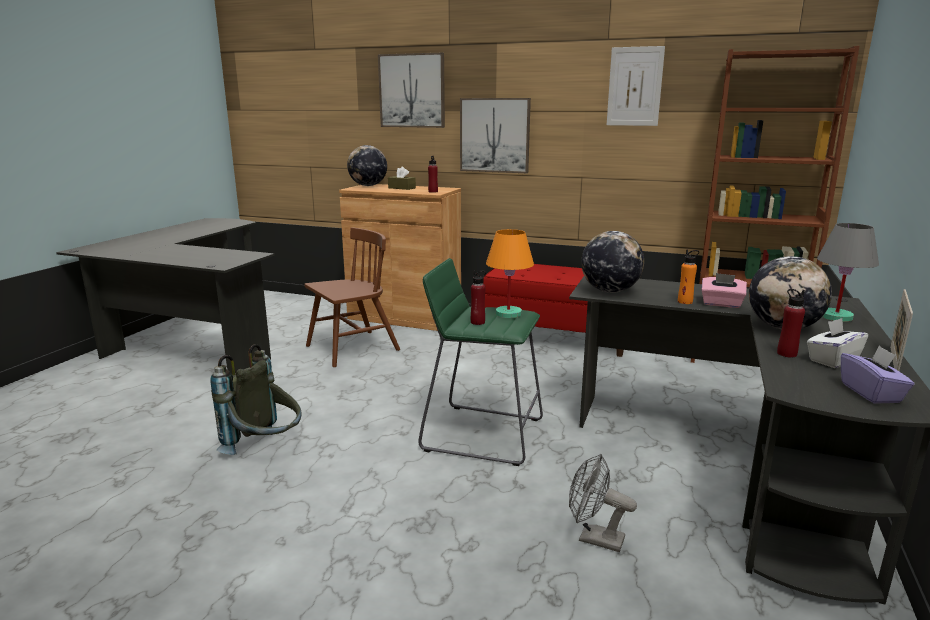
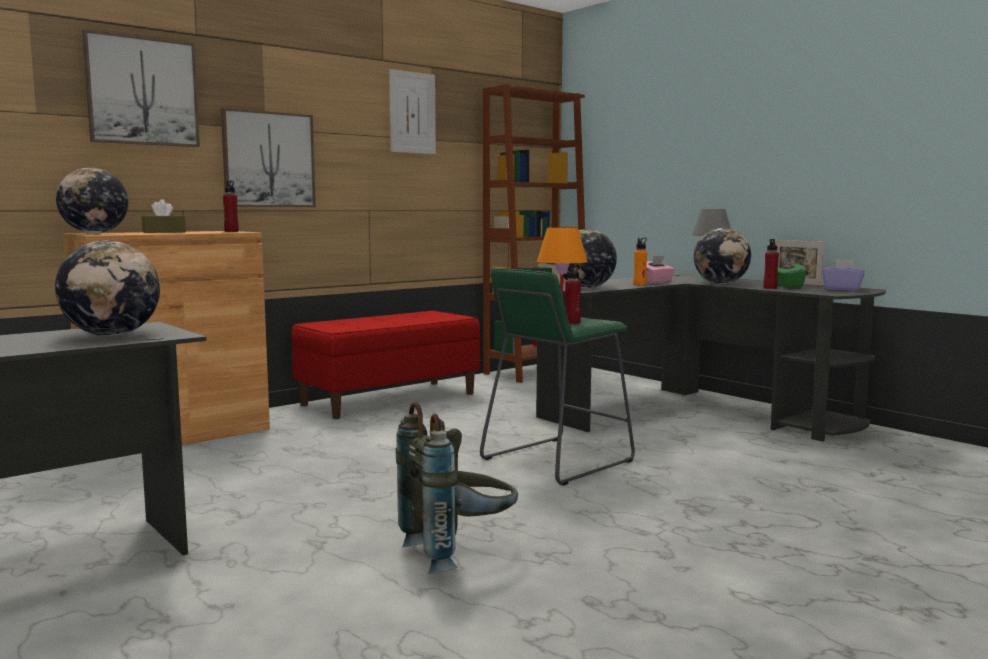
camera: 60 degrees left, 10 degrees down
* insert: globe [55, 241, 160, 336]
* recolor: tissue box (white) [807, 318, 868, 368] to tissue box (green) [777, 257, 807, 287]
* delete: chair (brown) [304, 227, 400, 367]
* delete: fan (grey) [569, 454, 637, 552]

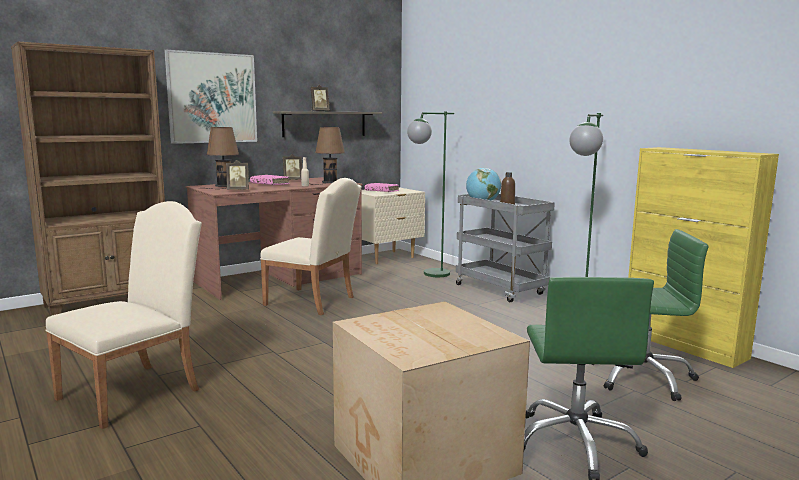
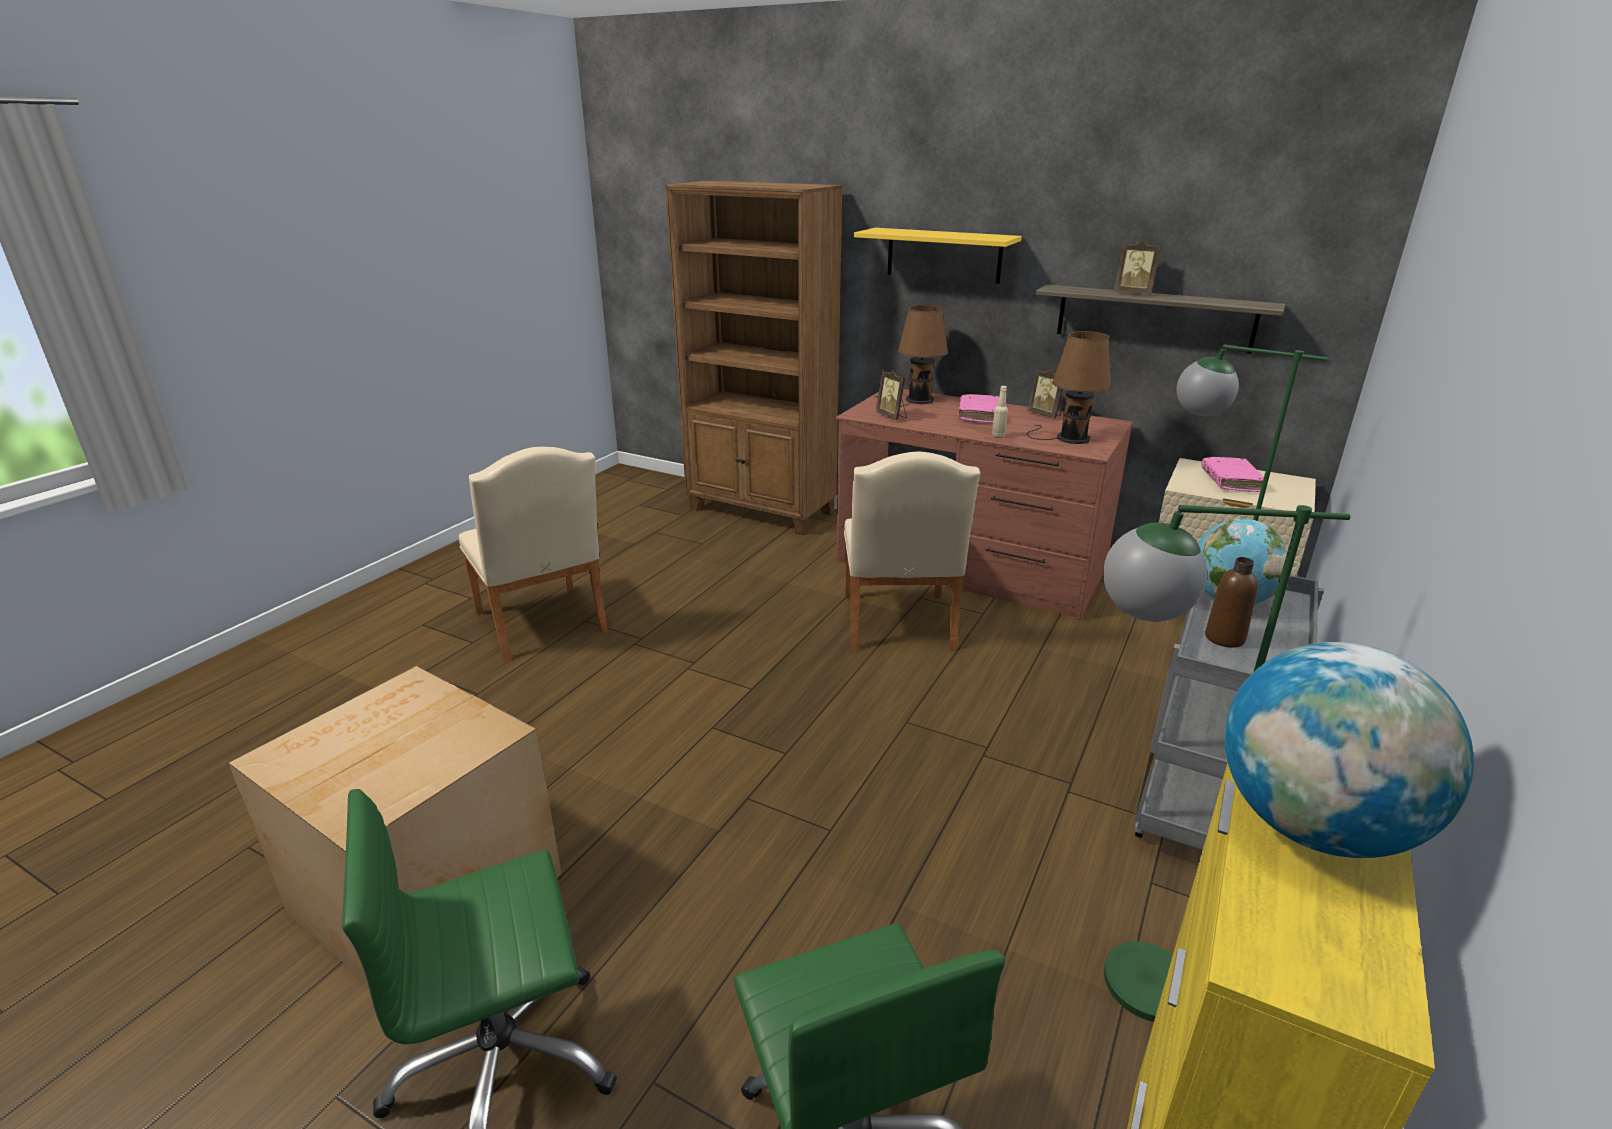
camera: 65 degrees right, 15 degrees up
* rotate: chair (beige) [45, 201, 202, 429] = [459, 447, 608, 662] 45 degrees clockwise
* replace: picture [164, 50, 257, 144] to shelf (yellow) [854, 228, 1022, 284]
* insert: globe [1225, 642, 1474, 858]

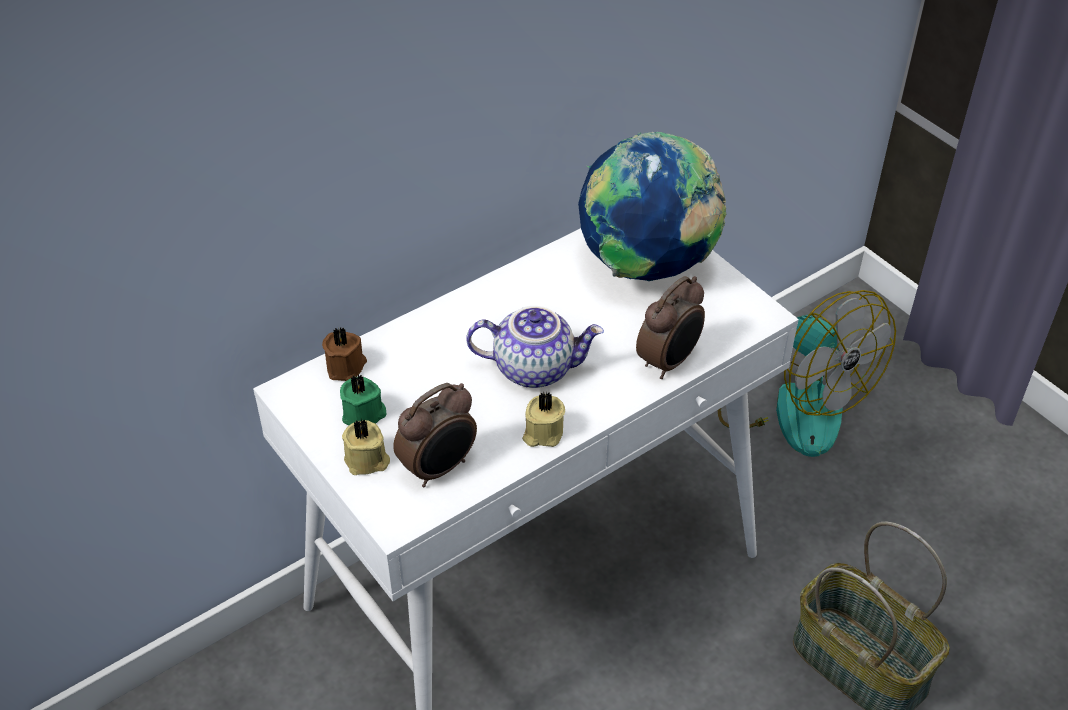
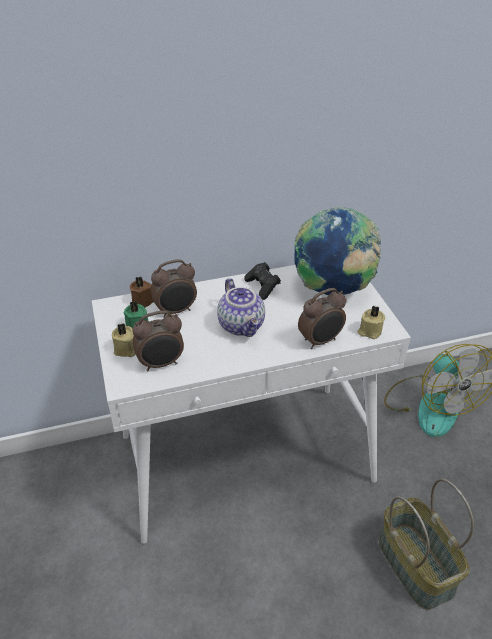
camera: 20 degrees right, 5 degrees down
* insert: alarm clock [150, 260, 197, 317]
* rotate: teapot [466, 306, 604, 388] = [217, 278, 265, 337] 45 degrees clockwise
* insert: game controller (black) [244, 262, 281, 300]
* move: candle (beige) [522, 391, 565, 447] to [358, 306, 385, 339]

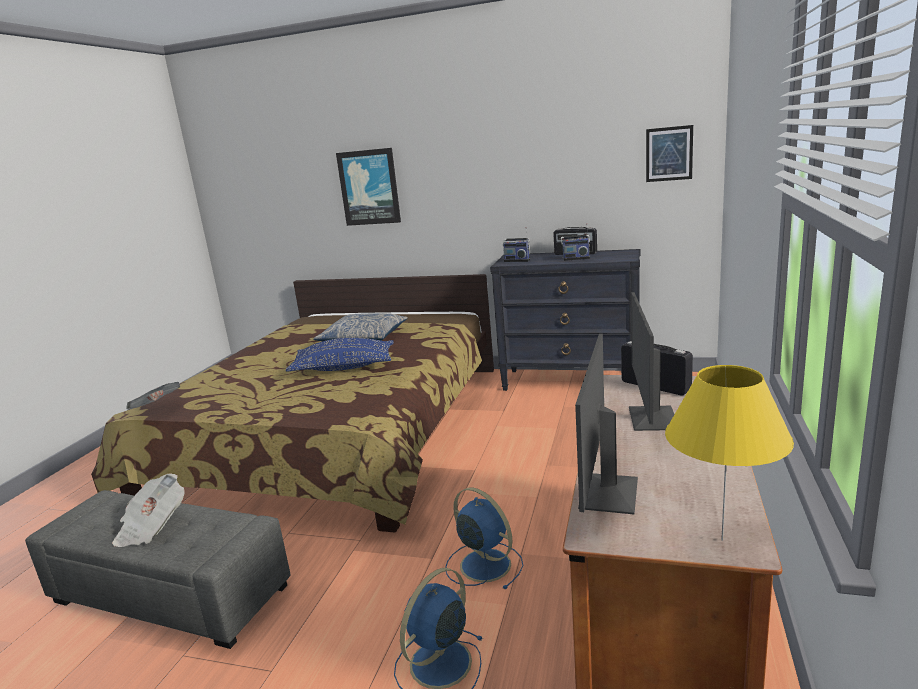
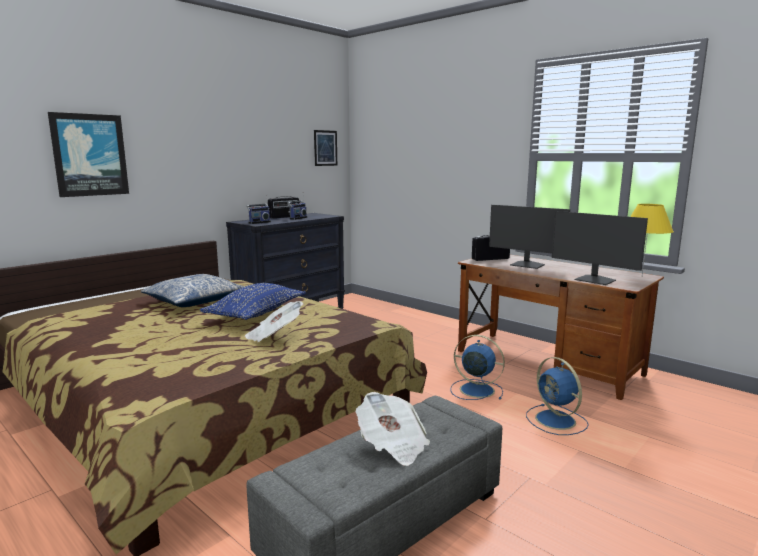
camera: 65 degrees left, 5 degrees down
* move: newspaper [126, 382, 180, 410] to [245, 301, 304, 342]
* rotate: fan (blue) [445, 487, 523, 589] = [451, 335, 505, 400] 45 degrees clockwise

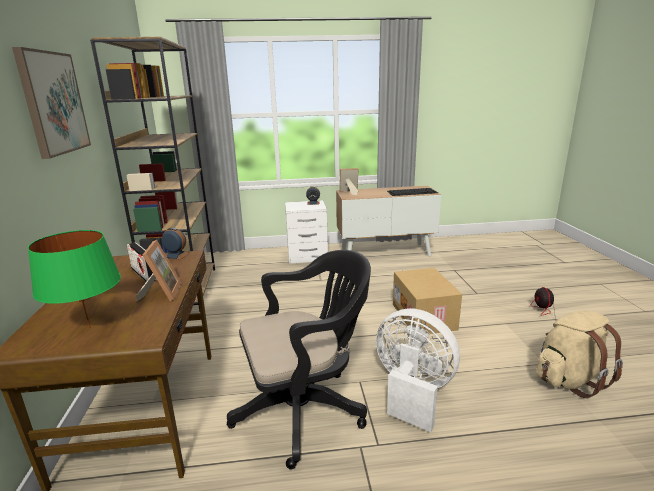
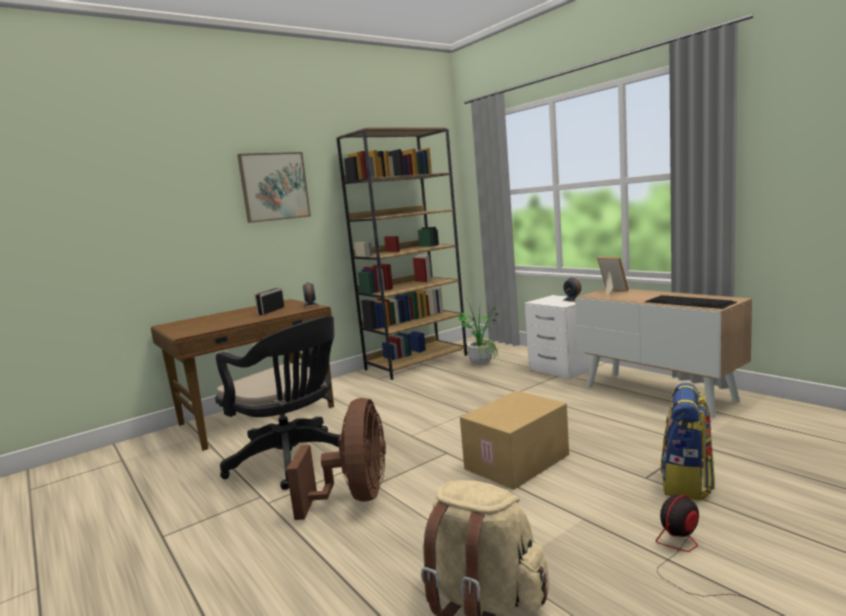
camera: 60 degrees right, 10 degrees down
* recolor: fan (white) [376, 308, 460, 432] to fan (brown) [286, 398, 386, 520]
* insert: potted plant [456, 299, 499, 365]
* insert: backpack [661, 383, 715, 500]
* delete: table lamp (green) [28, 230, 121, 329]
* delete: picture frame [136, 240, 181, 301]

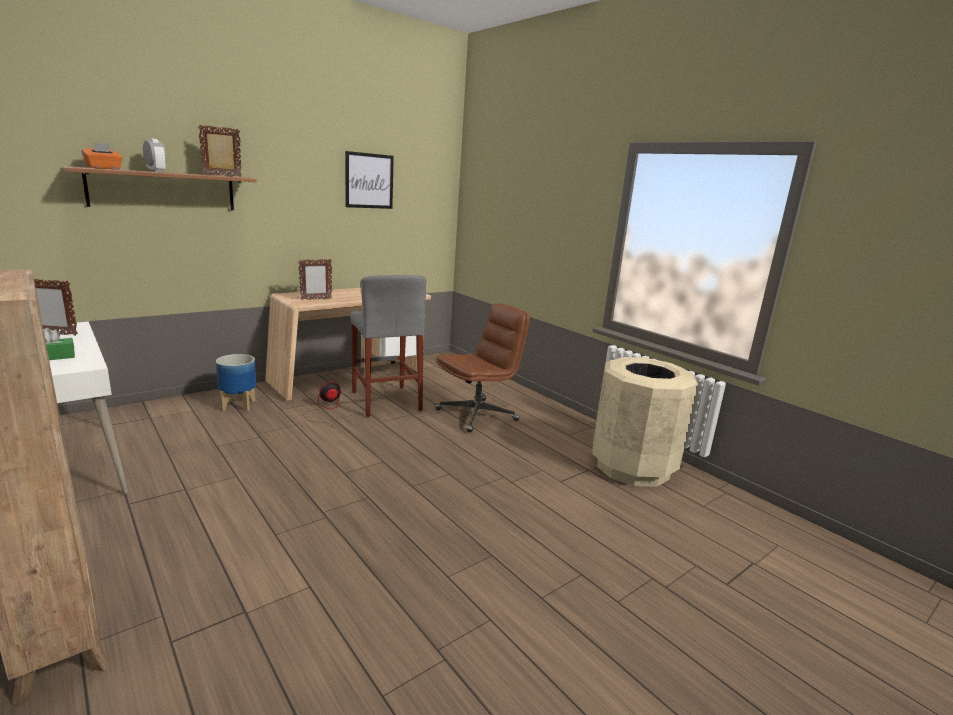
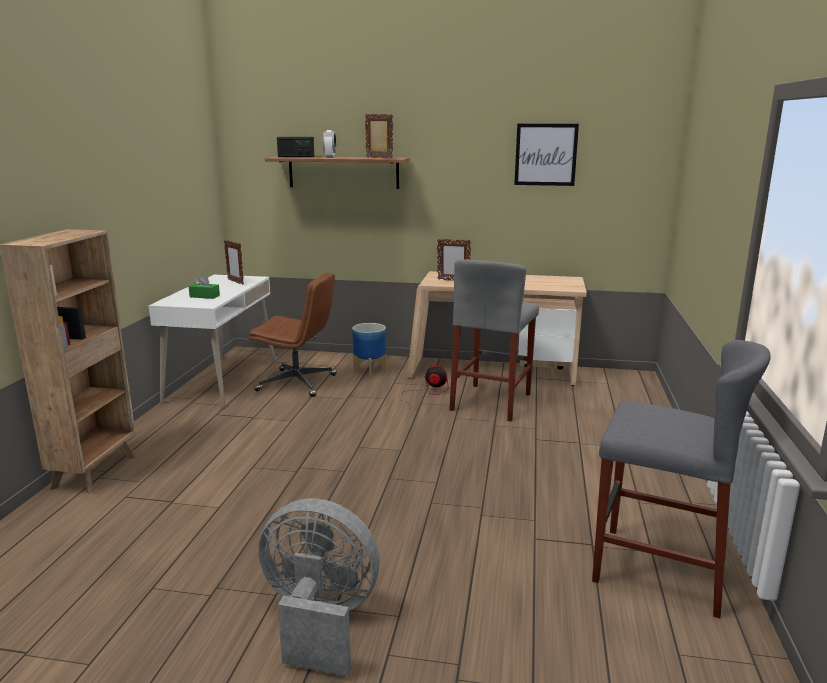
camera: 50 degrees right, 0 degrees up
* move: office chair (brown) [436, 303, 530, 432] to [249, 272, 336, 397]
* insert: fan (grey) [259, 498, 380, 676]
* replace: tissue box (orange) [81, 142, 122, 169] to radio [277, 137, 314, 157]
* replace: trash can (beige) [592, 357, 698, 487] to stool (grey) [592, 340, 771, 618]

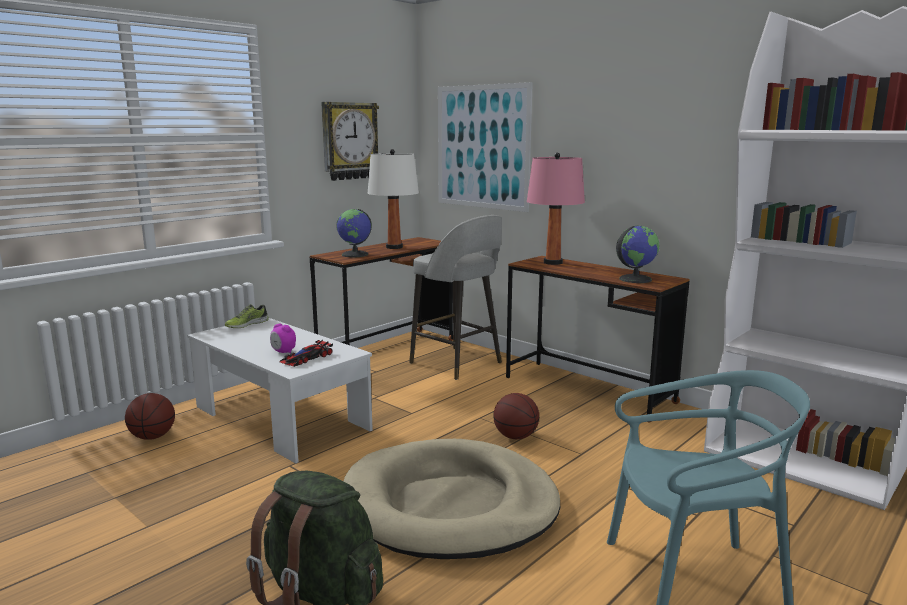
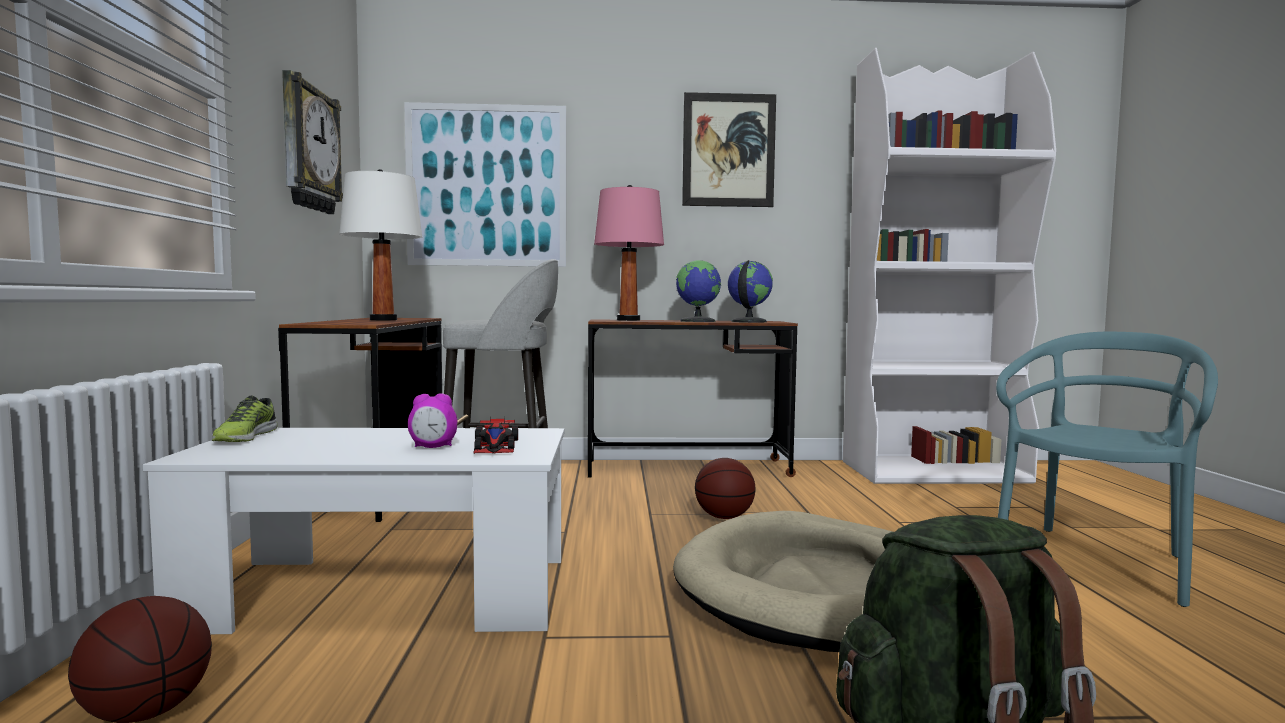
camera: 45 degrees left, 10 degrees down
* move: globe [336, 209, 372, 257] to [676, 260, 721, 322]
* insert: picture [682, 92, 776, 207]

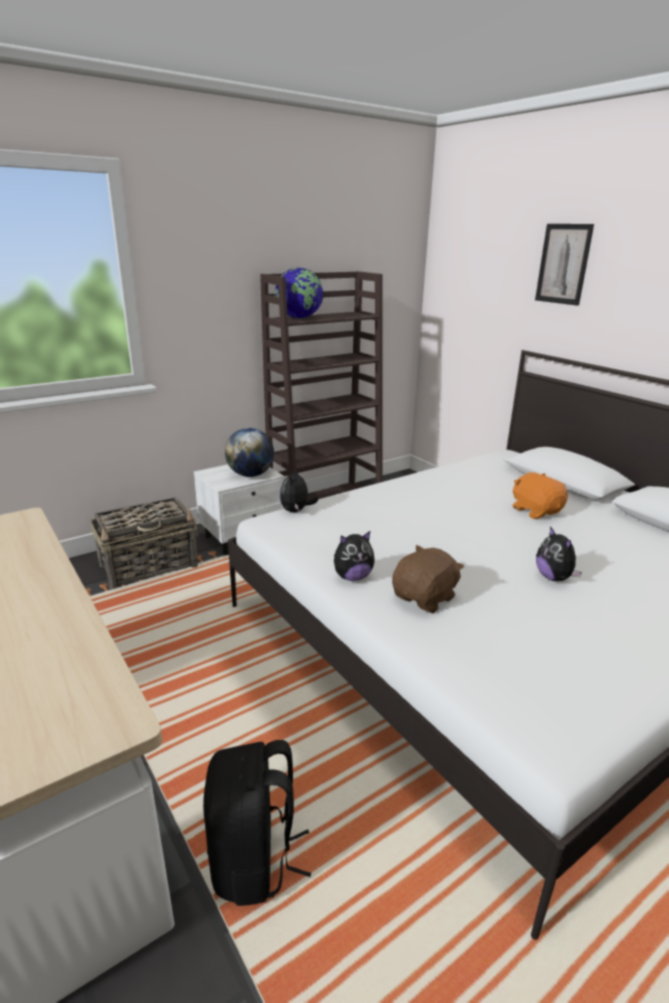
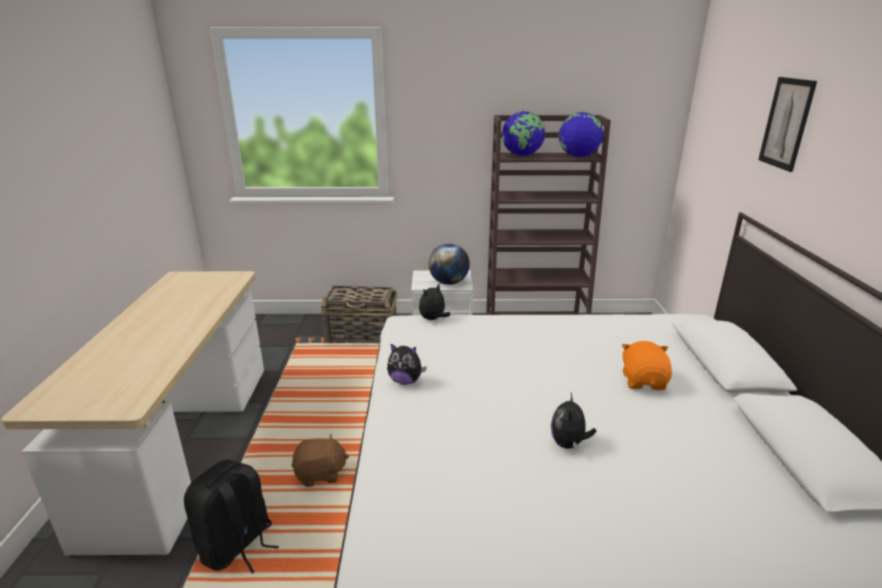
camera: 35 degrees right, 0 degrees up
* move: plush toy (brown) [392, 545, 464, 613] to [291, 433, 349, 487]
* insert: globe [558, 112, 603, 157]

